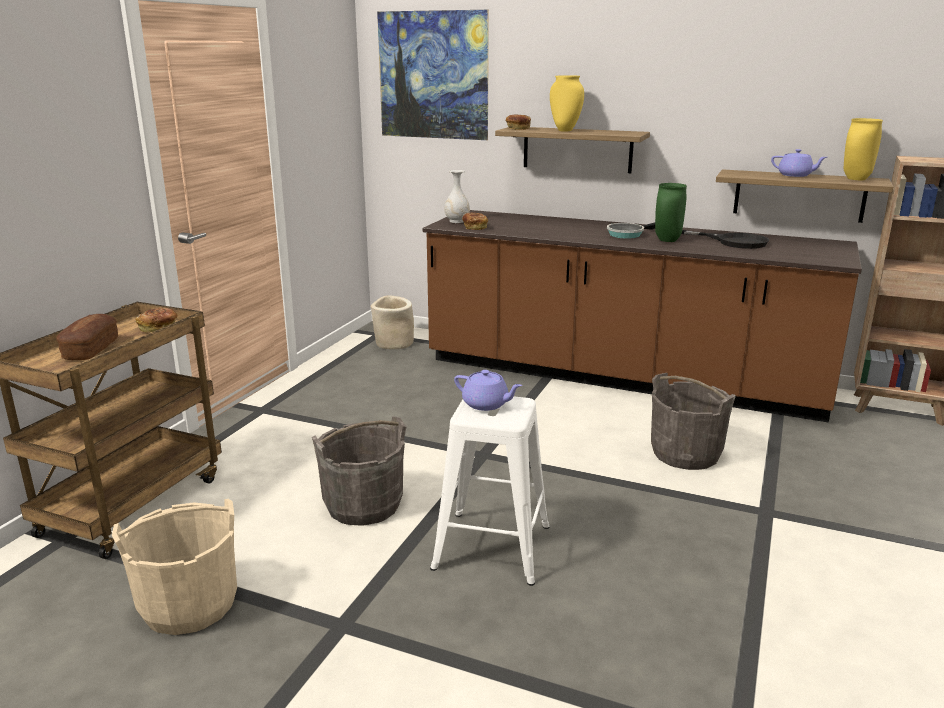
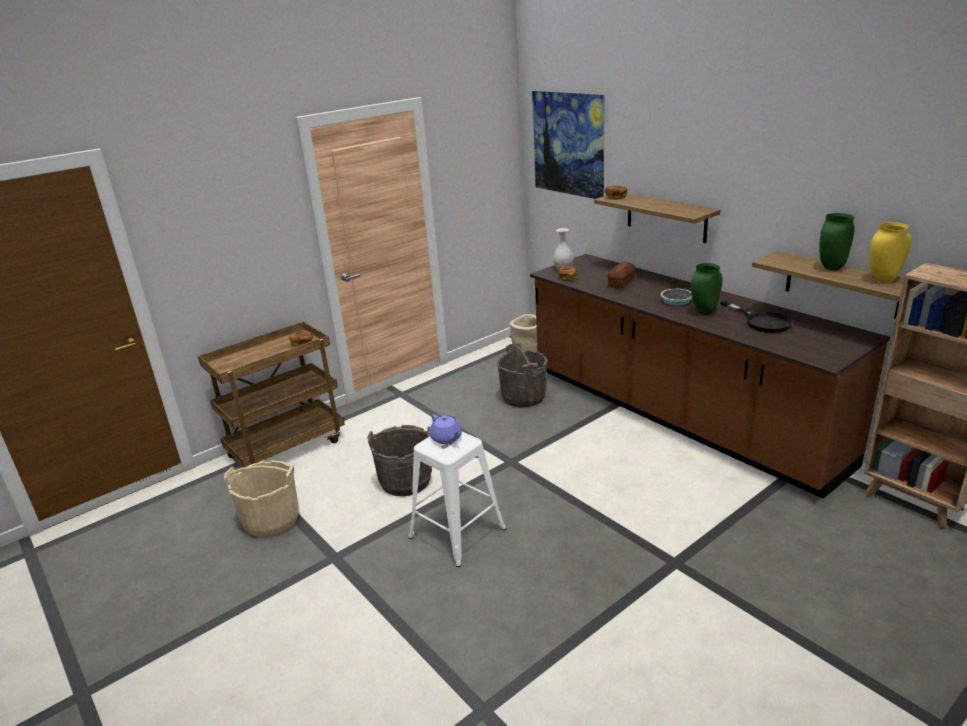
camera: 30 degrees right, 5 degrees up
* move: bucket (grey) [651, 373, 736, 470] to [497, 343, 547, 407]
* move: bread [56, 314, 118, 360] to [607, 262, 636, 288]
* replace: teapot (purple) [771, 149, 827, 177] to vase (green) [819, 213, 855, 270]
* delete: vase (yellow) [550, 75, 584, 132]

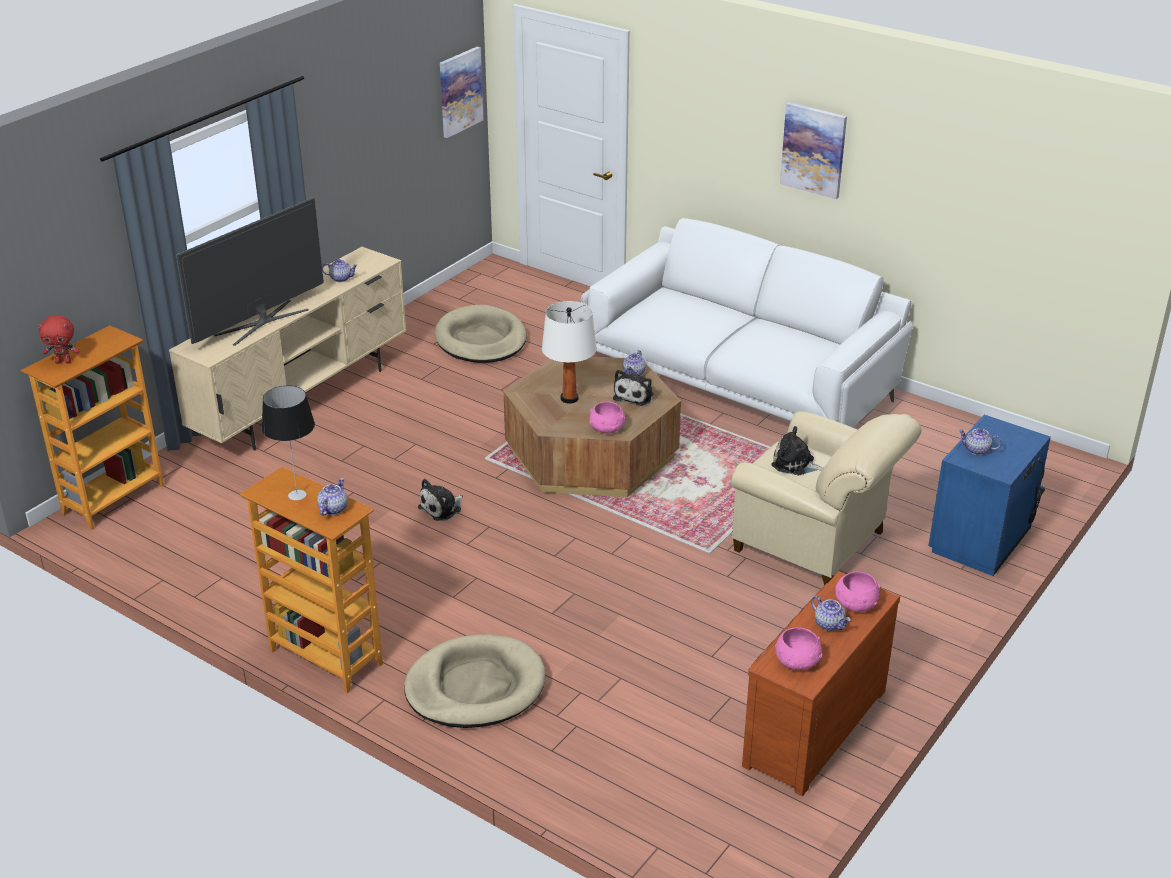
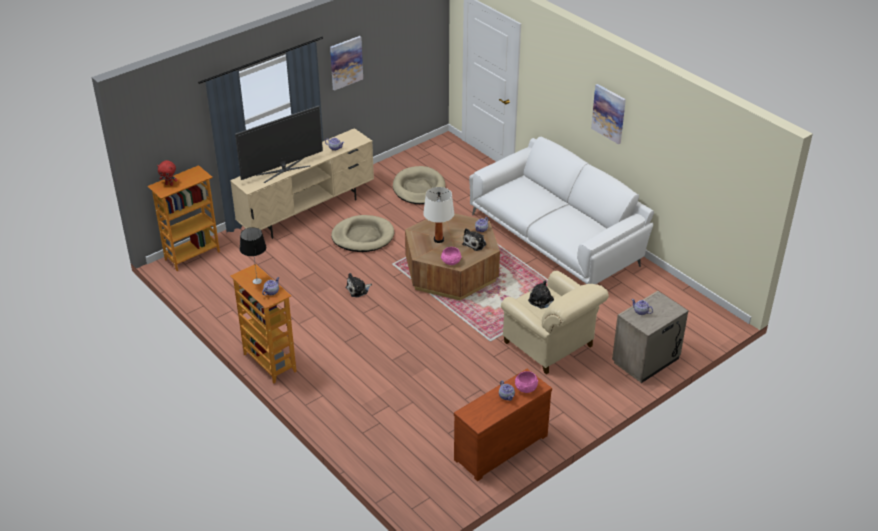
camera: 15 degrees right, 5 degrees up
* move: picture [440, 47, 483, 138] to [330, 36, 363, 91]
* move: dog bed (beige) [404, 634, 545, 728] to [331, 215, 395, 252]
* recolor: nightstand (blue) [928, 415, 1051, 576] to nightstand (beige) [612, 291, 688, 383]
* delete: bowl (pink) [775, 627, 822, 670]

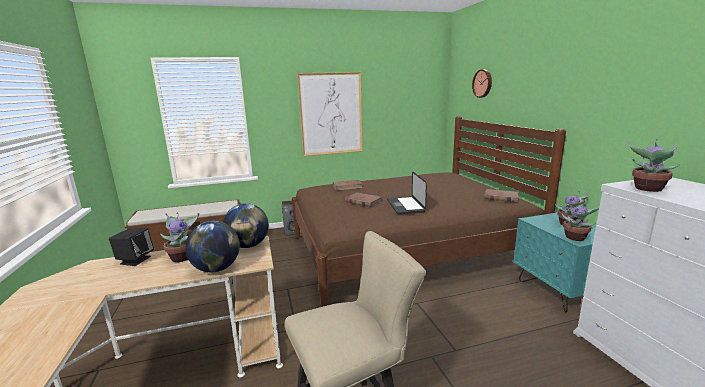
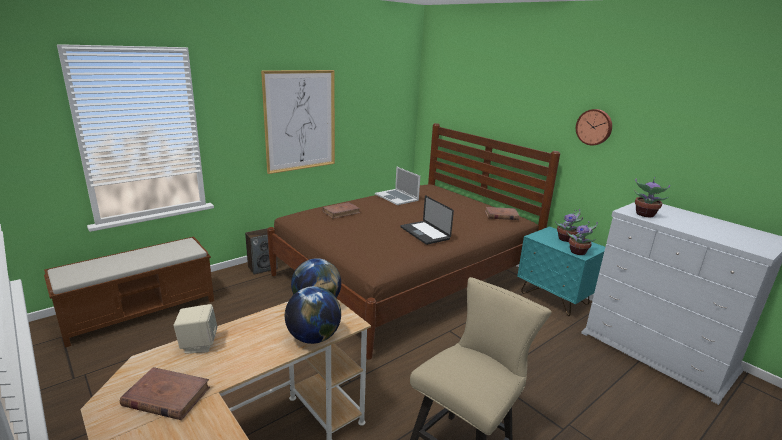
camera: 25 degrees left, 5 degrees up
* move: book (brown) [345, 192, 383, 207] to [120, 367, 210, 420]
* recolor: speaker (black) [109, 228, 154, 266] to speaker (beige) [174, 304, 217, 354]
* insert: laptop [375, 166, 420, 205]
* move: wall clock [472, 69, 492, 98] to [576, 109, 612, 145]
* delete: potted plant [160, 212, 199, 262]

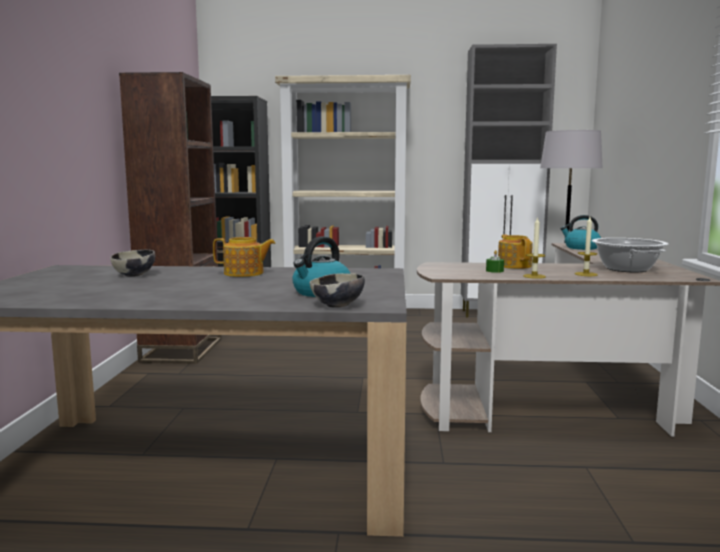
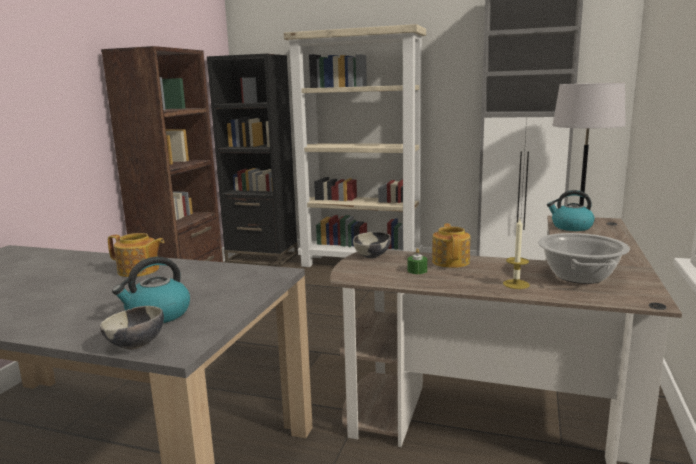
camera: 15 degrees right, 5 degrees up
* move: bowl [110, 249, 155, 277] to [353, 232, 391, 258]
* delete: candle [523, 217, 546, 279]

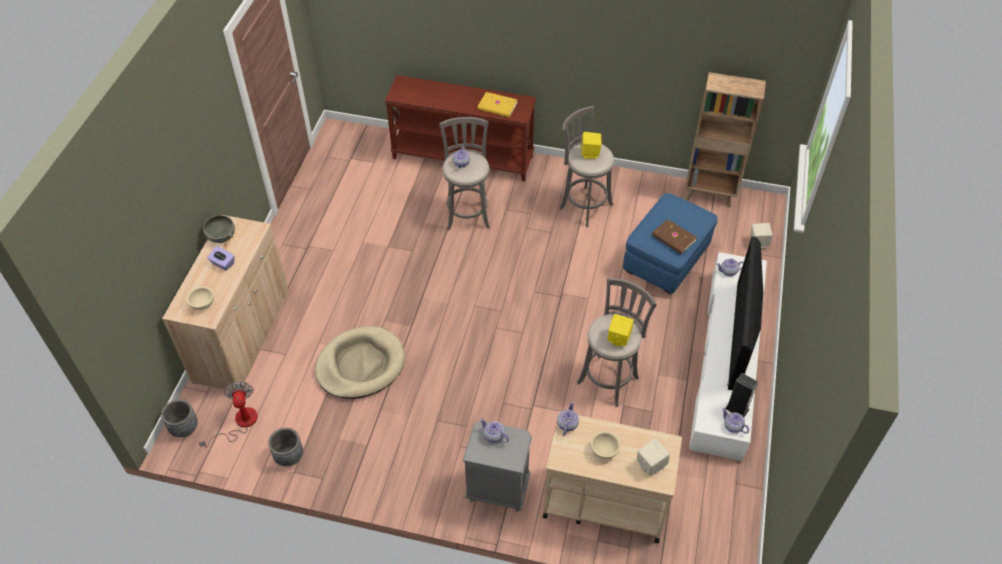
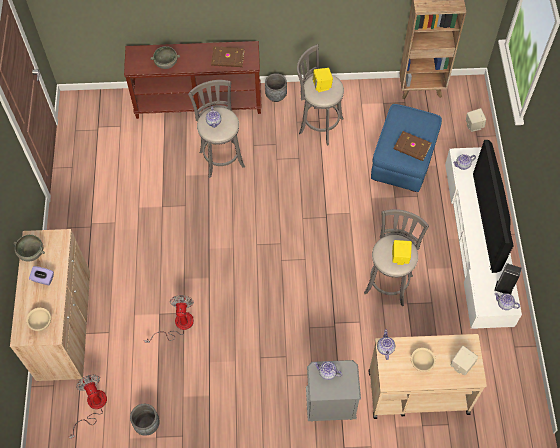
camera: 15 degrees left, 10 degrees up
* replace: dog bed (beige) [315, 326, 405, 399] to fan [144, 295, 194, 343]
* insert: bowl (grey) [150, 46, 180, 69]
* recolor: book (yellow) [477, 92, 517, 117] to book (brown) [211, 46, 244, 67]
* move: planter (grey) [161, 399, 198, 437] to [265, 73, 287, 102]

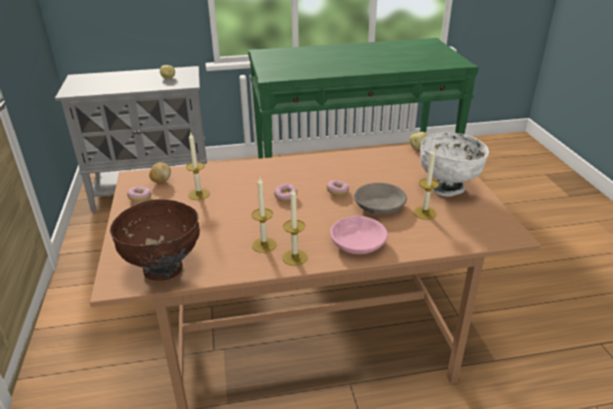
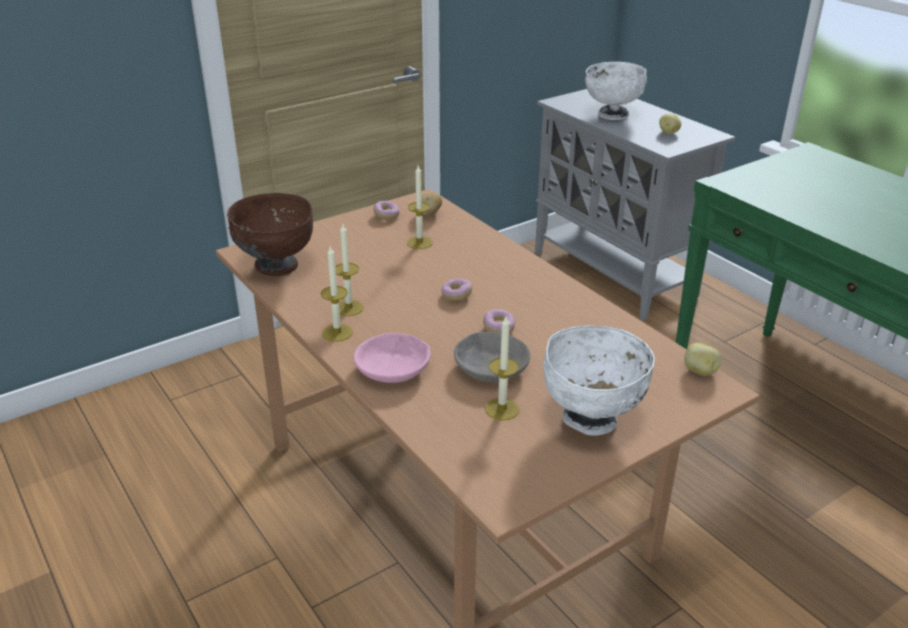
camera: 65 degrees right, 0 degrees up
* insert: bowl (white) [585, 62, 647, 120]

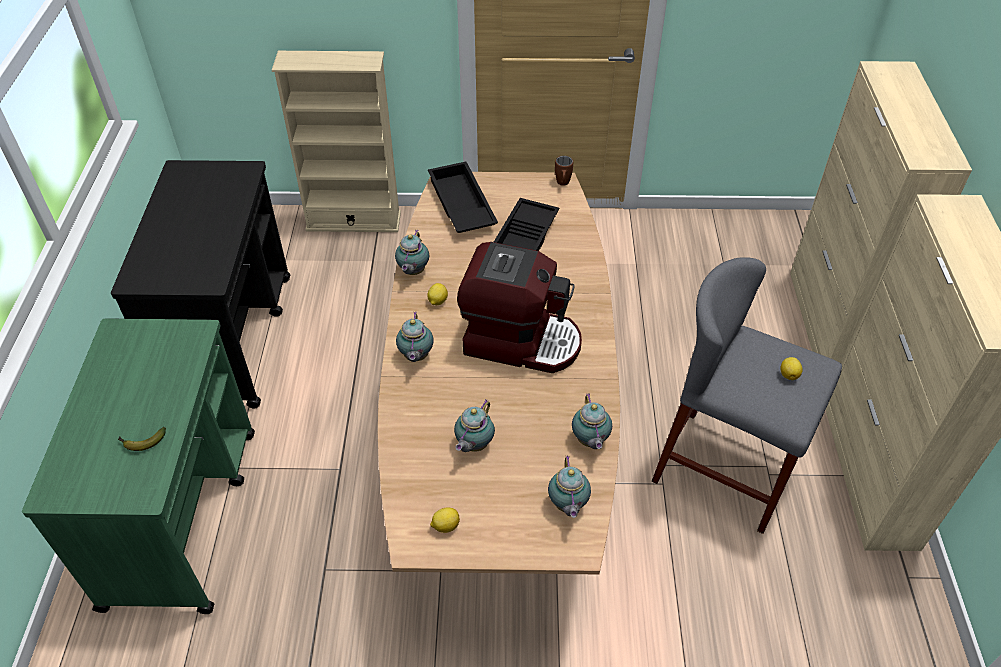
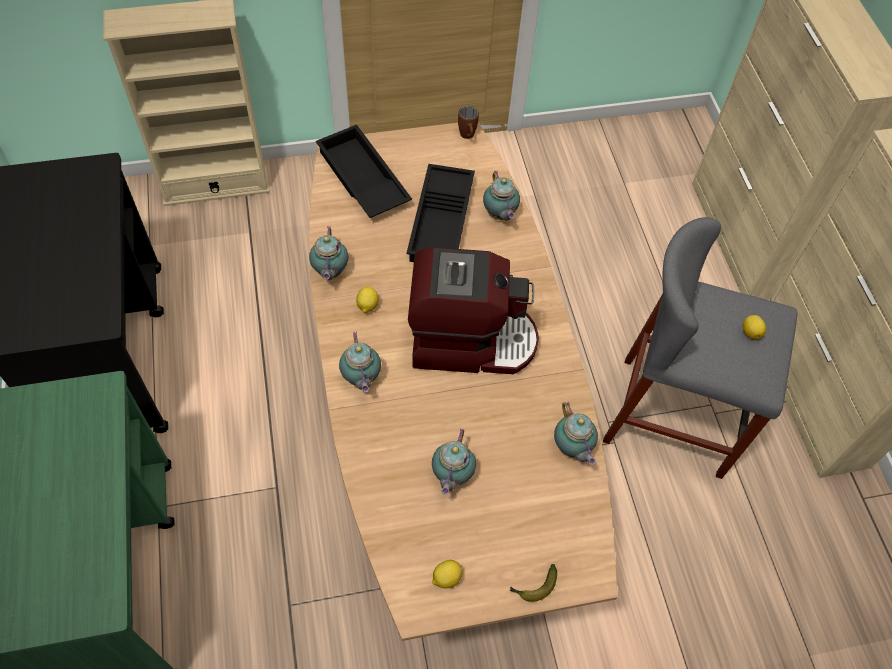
camera: 15 degrees left, 10 degrees up
* move: teapot [548, 455, 591, 518] to [483, 170, 520, 220]
* move: banana [118, 427, 166, 451] to [509, 564, 557, 602]

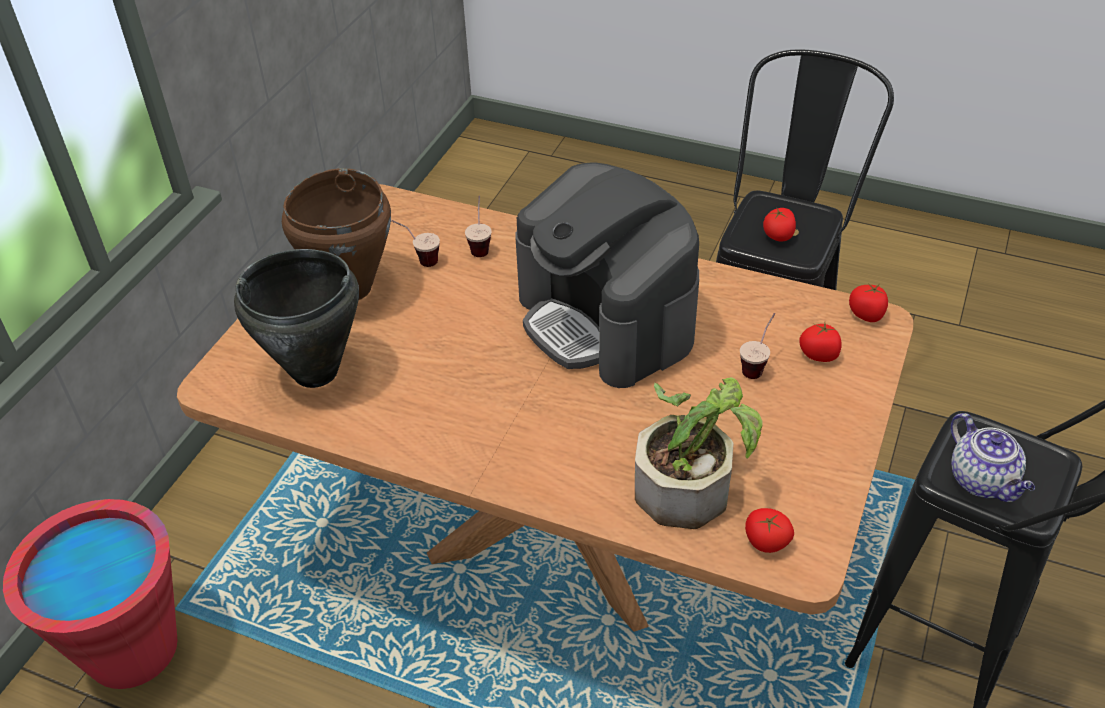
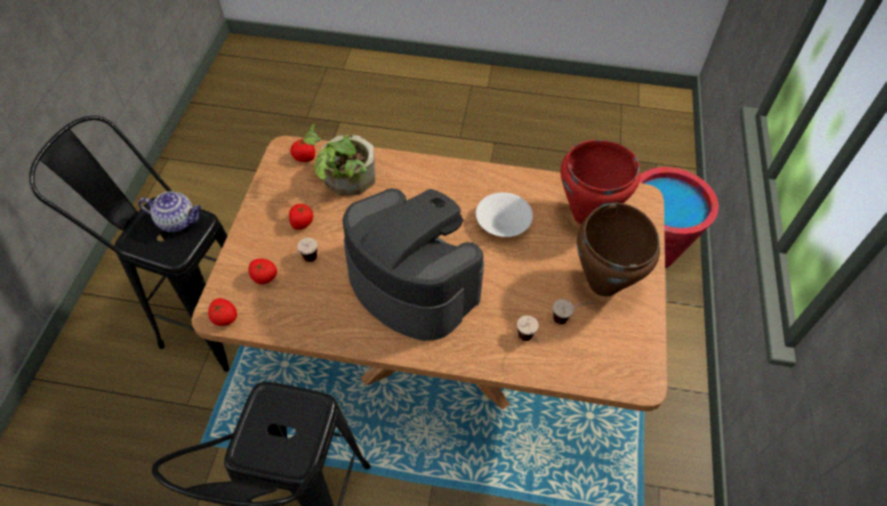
camera: 165 degrees right, 10 degrees up
* rotate: teapot [951, 413, 1035, 502] = [138, 191, 201, 232] 135 degrees clockwise
* move: tomato [763, 208, 796, 242] to [289, 204, 313, 230]
* insert: bowl (white) [476, 192, 533, 237]
* recolor: cooking pot (black) [234, 249, 359, 388] to cooking pot (red) [560, 140, 641, 225]

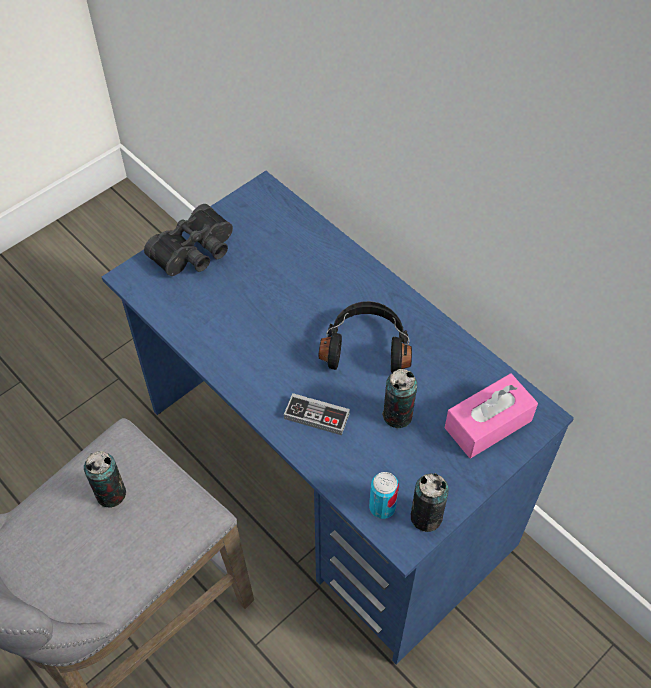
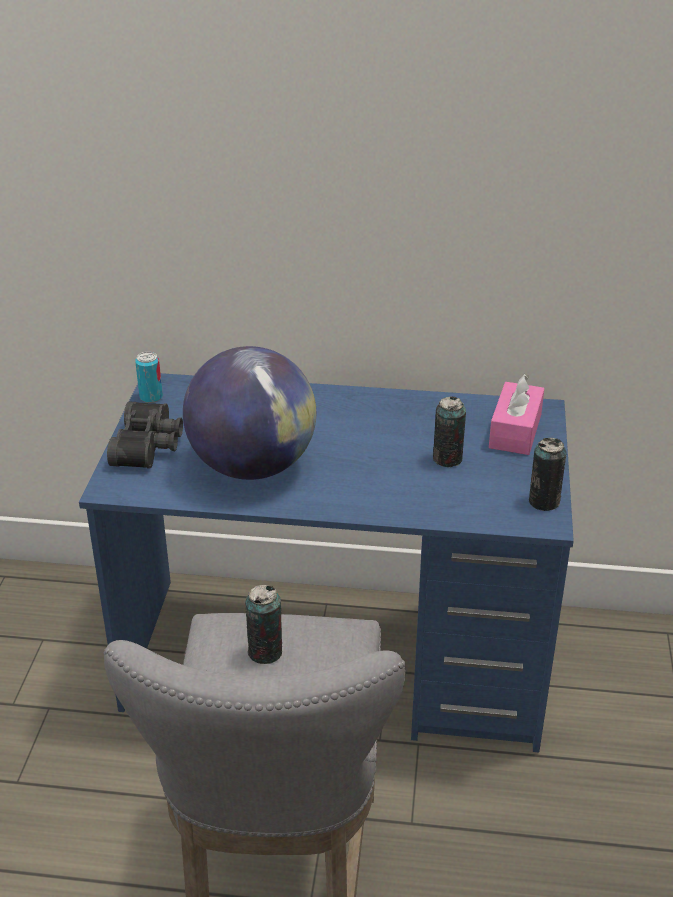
camera: 40 degrees left, 20 degrees down
* move: can [369, 472, 399, 519] to [135, 352, 163, 403]
* insert: globe [183, 346, 316, 480]
* delete: game controller [284, 393, 350, 435]
* delete: headphones (black) [319, 301, 412, 373]

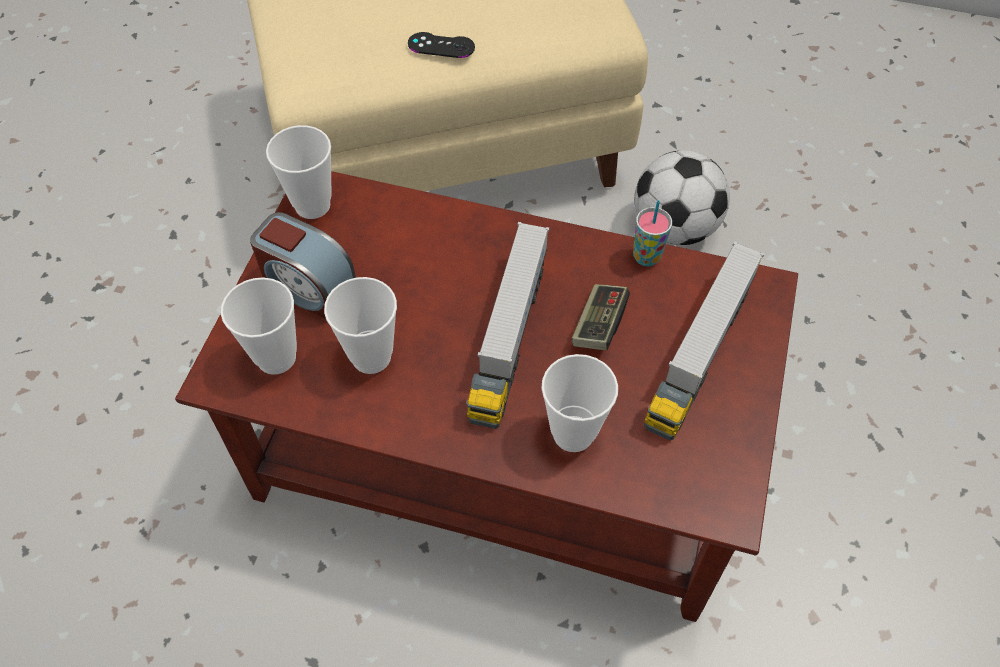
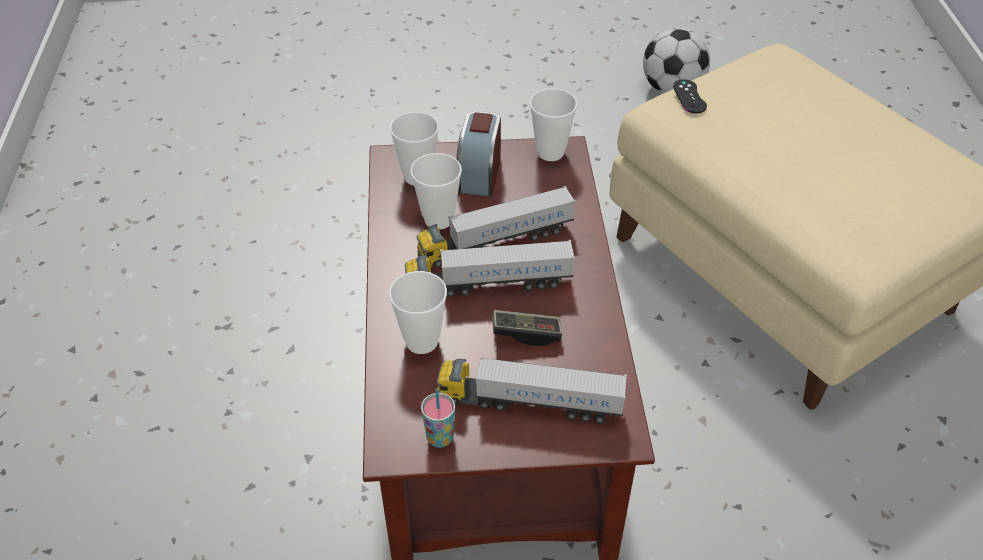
camera: 70 degrees right, 10 degrees down
* insert: toy truck [416, 186, 576, 268]
* move: cup [633, 200, 672, 266] to [421, 389, 455, 448]
* move: football [634, 150, 730, 245] to [643, 28, 710, 93]
* move: game controller (black) [408, 32, 475, 58] to [673, 79, 707, 113]

